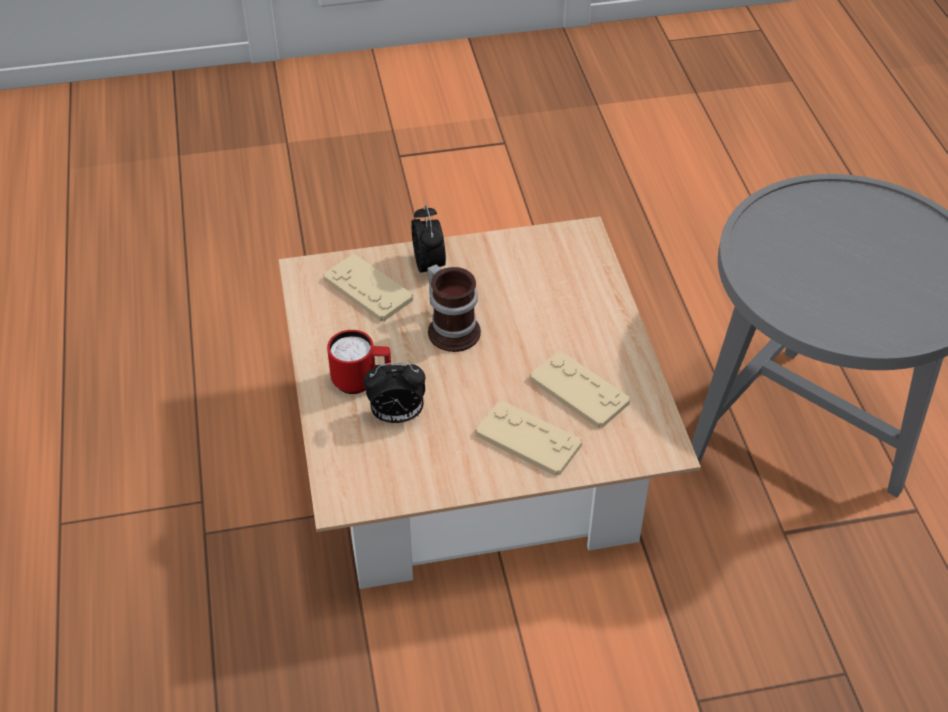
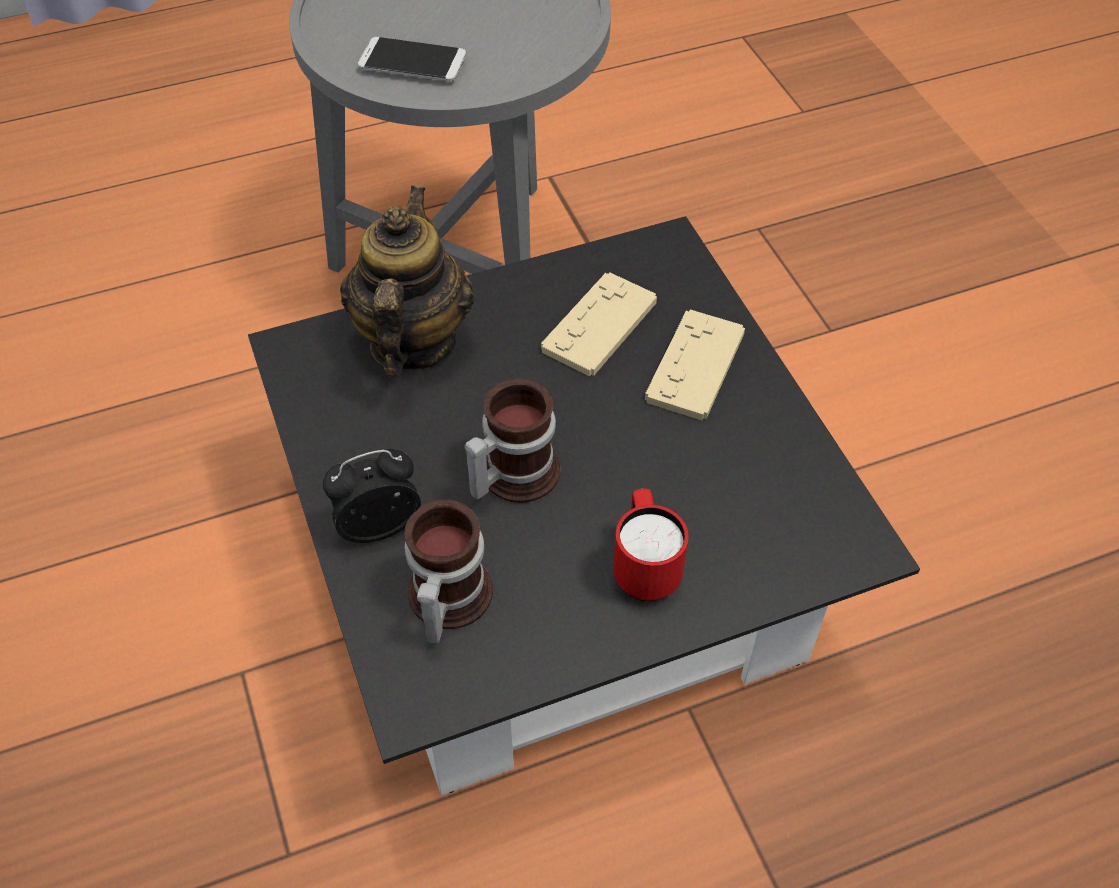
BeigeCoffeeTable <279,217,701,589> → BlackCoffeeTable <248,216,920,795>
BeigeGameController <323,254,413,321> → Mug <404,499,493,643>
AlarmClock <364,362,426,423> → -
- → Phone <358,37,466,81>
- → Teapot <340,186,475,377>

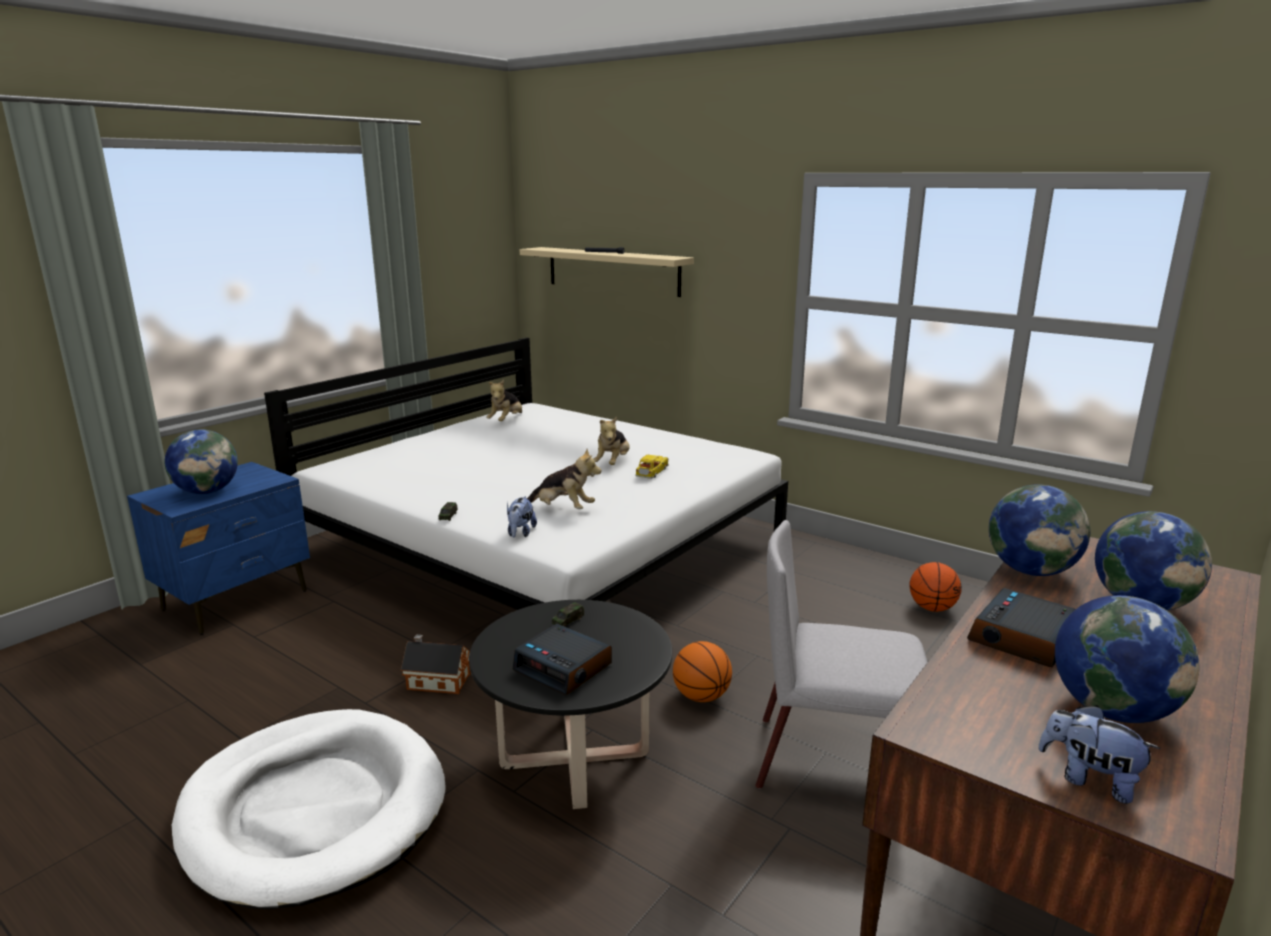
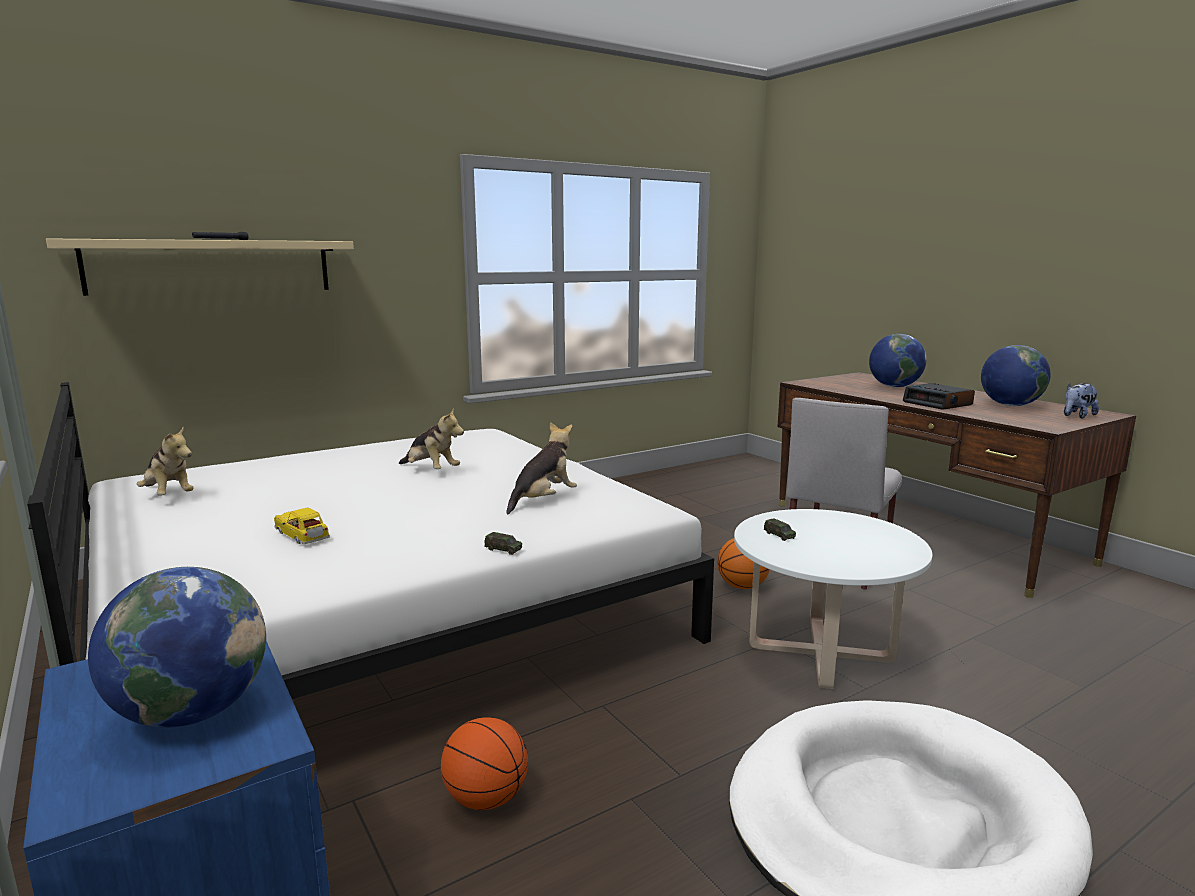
ToyCar <635,455,669,479> → ToyCar <274,508,330,544>, shifted
Globe <989,484,1090,576> → -
PlushToy <507,496,537,538> → -
Basketball <909,562,962,612> → Basketball <441,718,528,810>, shifted
BlackCoffeeTable <469,600,672,809> → WhiteCoffeeTable <734,509,932,689>
AlarmClock <513,624,612,696> → -
ToyHouse <401,635,471,694> → -

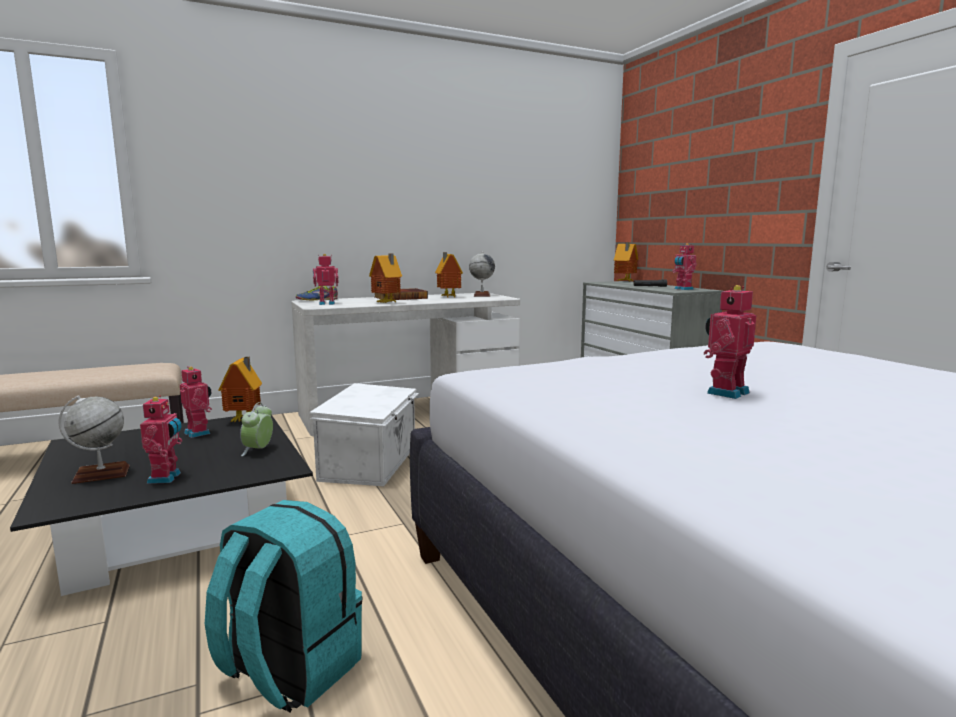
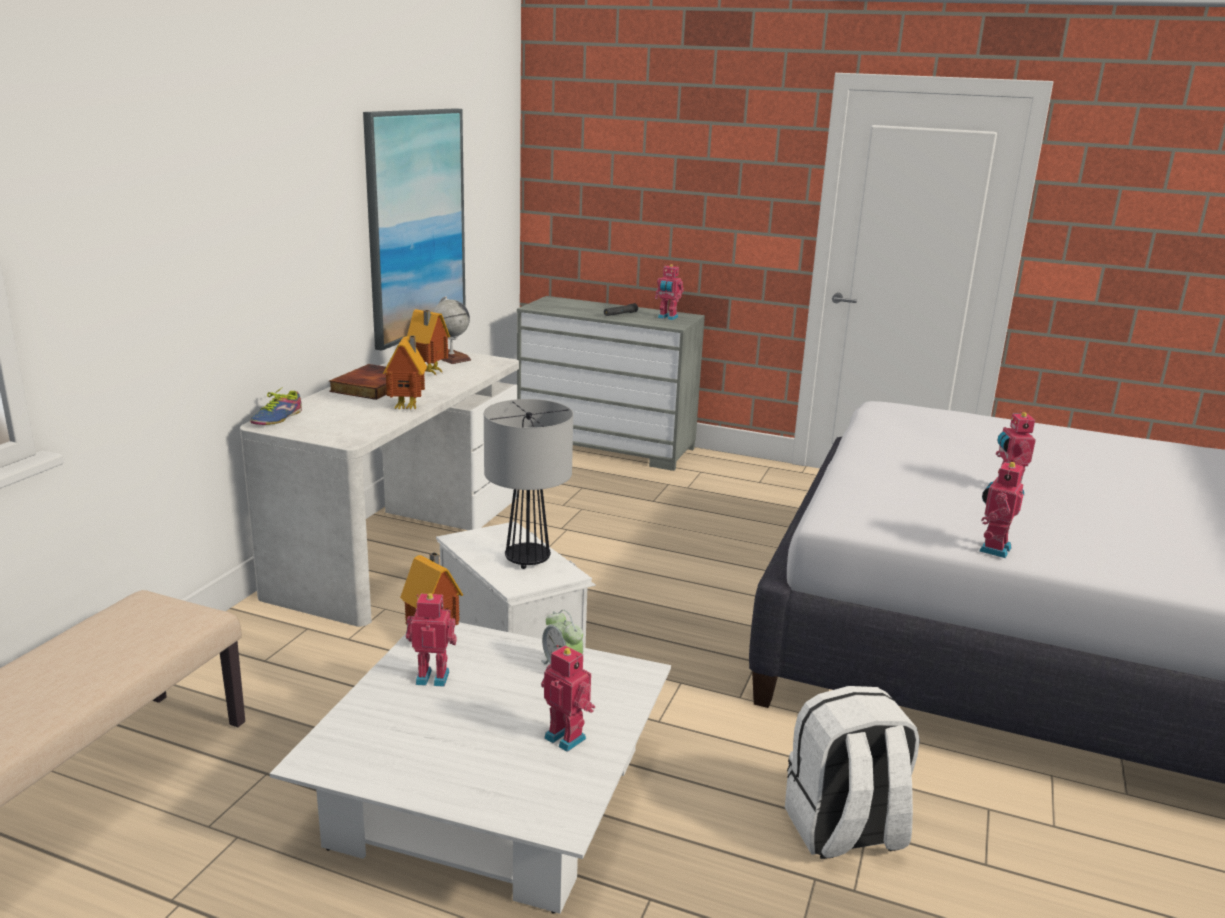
ToyHouse <614,242,638,282> → -
ToyRobot <313,254,339,305> → ToyRobot <980,460,1024,558>, shifted
Globe <58,395,130,484> → -
BlackCoffeeTable <10,415,313,596> → WhiteCoffeeTable <270,622,671,914>
TurquoiseBackpack <205,500,363,713> → WhiteBackpack <785,686,920,859>
- → Picture <363,108,466,351>
- → TableLamp <484,399,573,569>

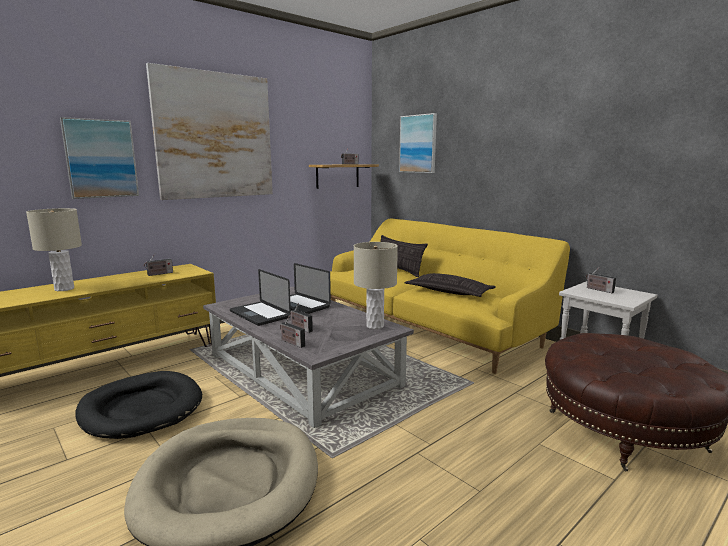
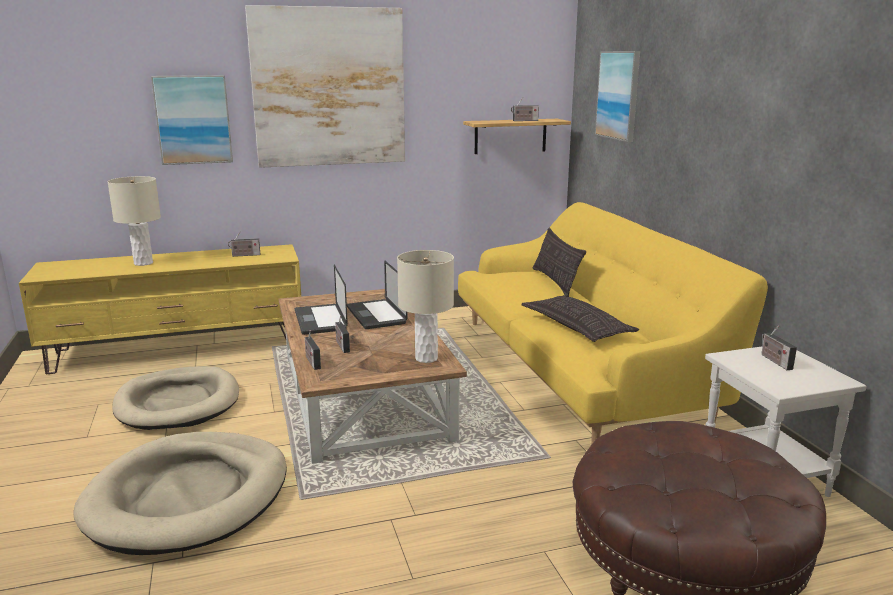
GreyCoffeeTable <203,287,414,428> → BrownCoffeeTable <279,289,467,464>
BlackDogBed <75,371,202,439> → BeigeDogBed <112,366,239,430>

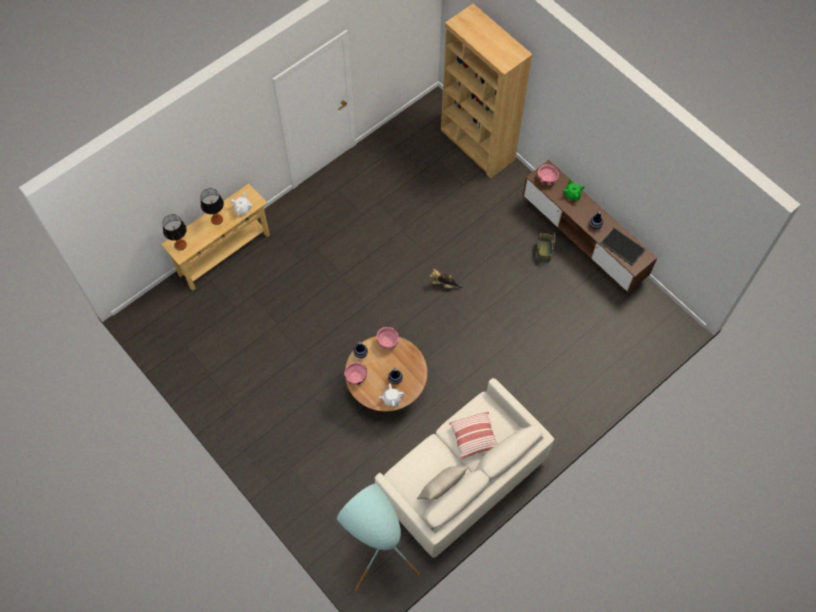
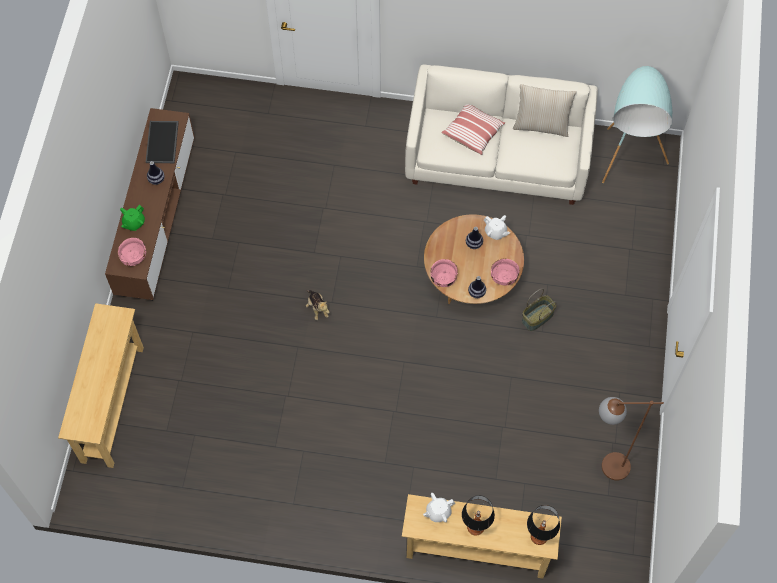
BrownBookcase <441,4,532,178> → BeigeConsoleTable <58,303,144,468>
Basket <537,232,555,263> → Basket <522,288,556,331>, shifted
- → BrownFloorLamp <599,397,664,481>

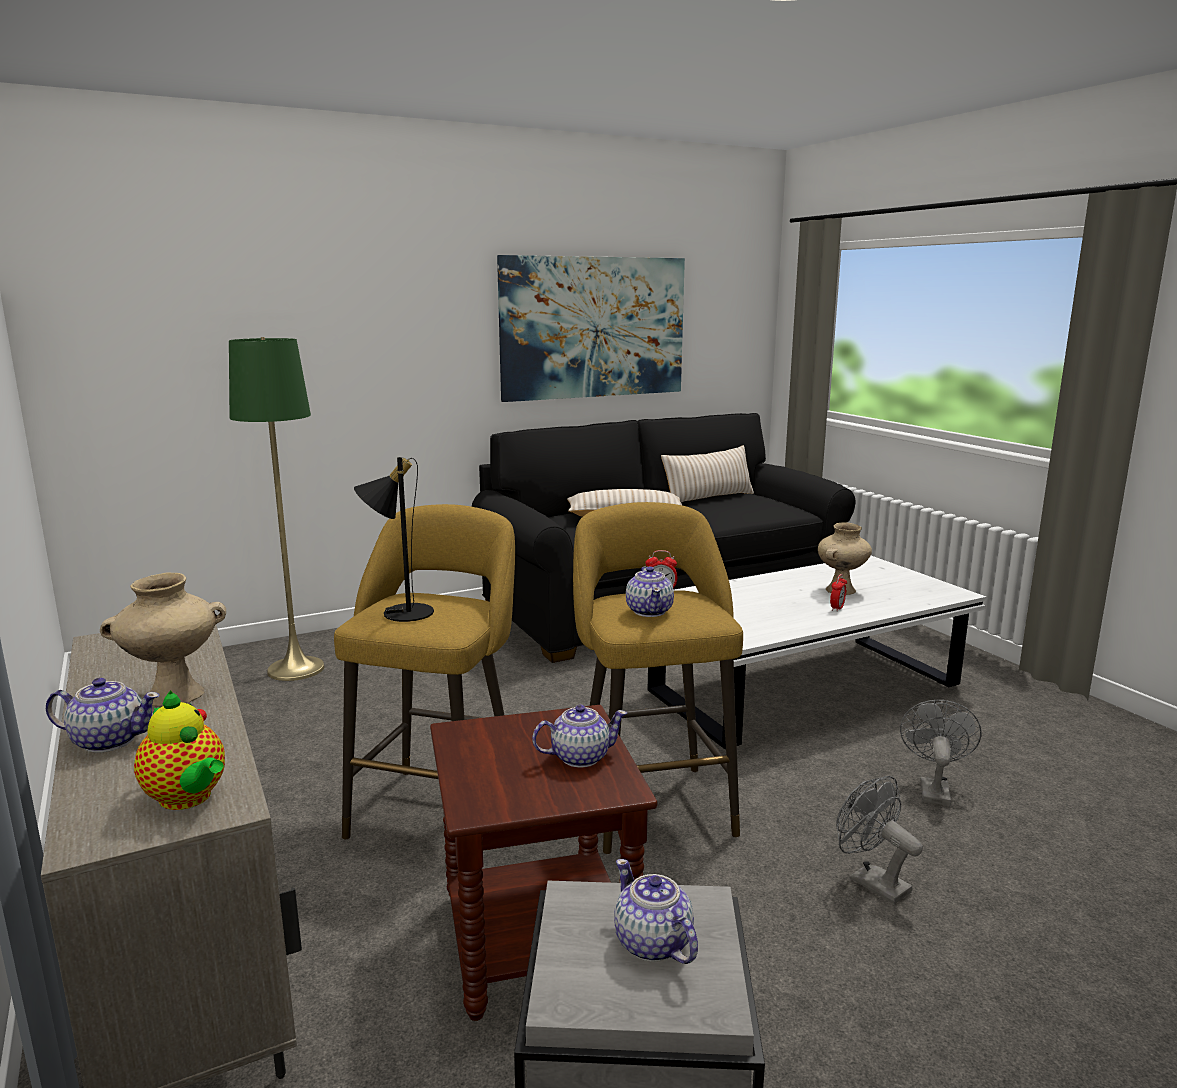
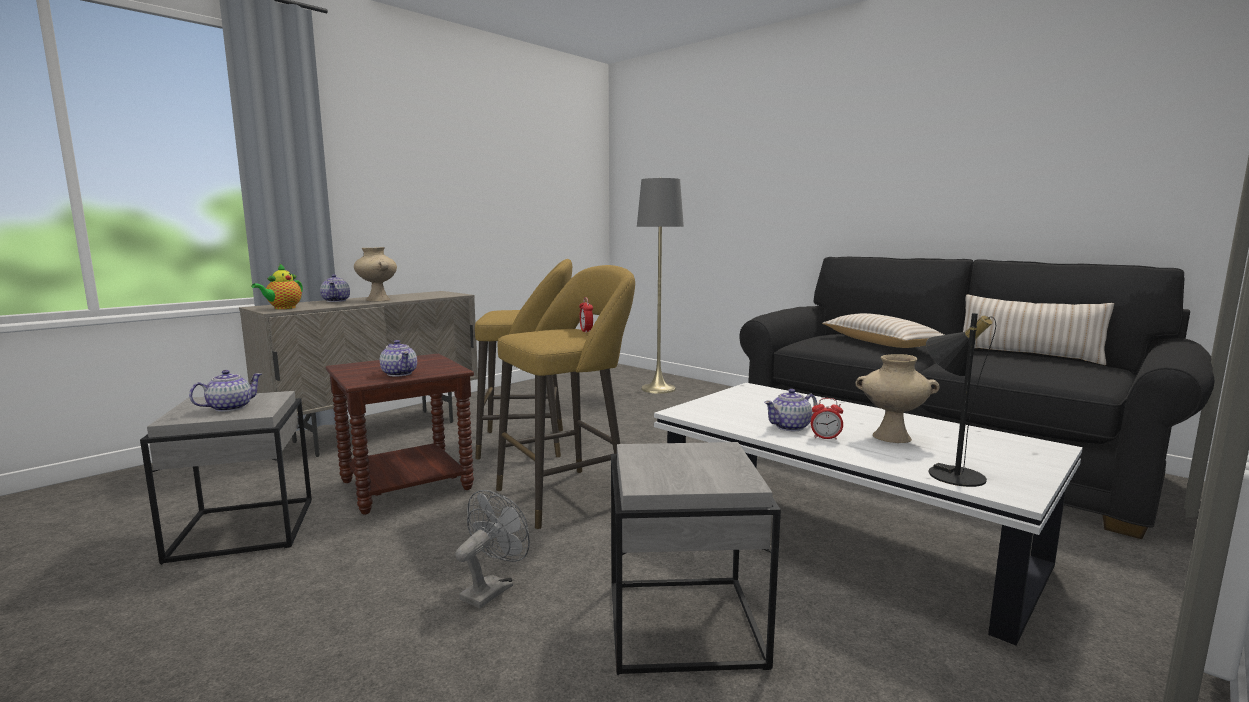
Picture <497,255,685,402> → -
GreenFloorLamp <229,337,325,681> → GreyFloorLamp <637,178,684,394>
BlackTableLamp <354,457,434,622> → BlackTableLamp <926,313,996,487>, shifted
Teapot <626,566,674,617> → Teapot <764,389,817,431>, shifted
GreyFan <900,700,982,806> → GreySideTable <611,442,781,675>

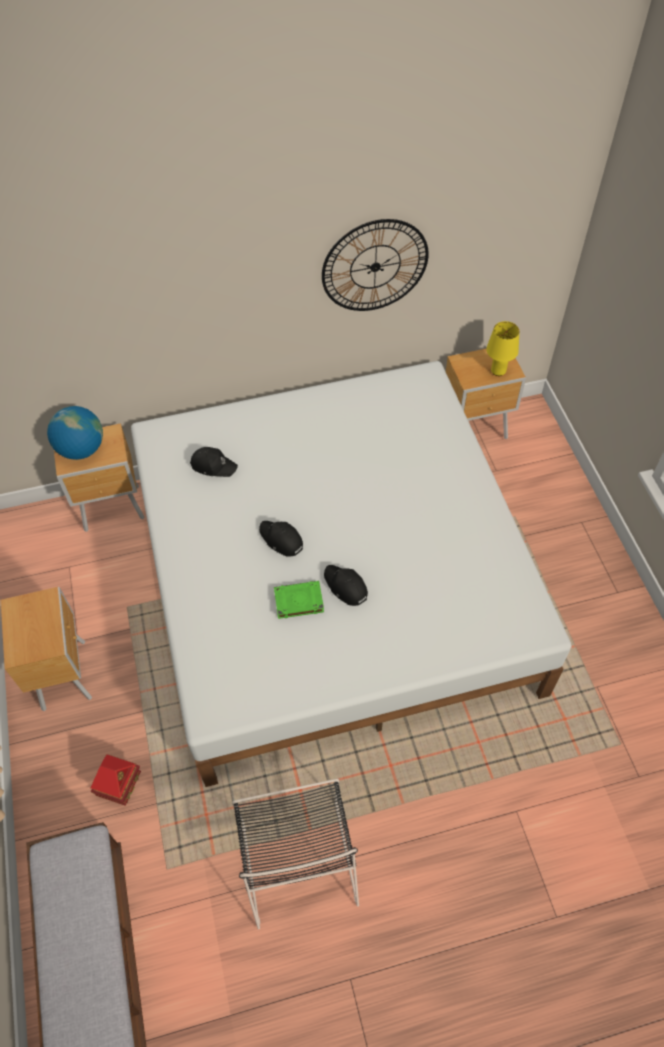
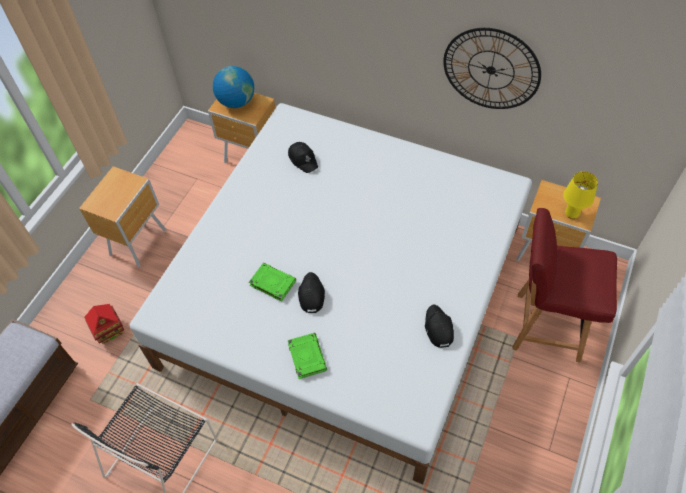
BlackCap <259,521,303,557> → BlackCap <425,304,454,348>, shifted
- → RedChair <512,208,617,363>
- → GreenBook <288,333,327,379>

